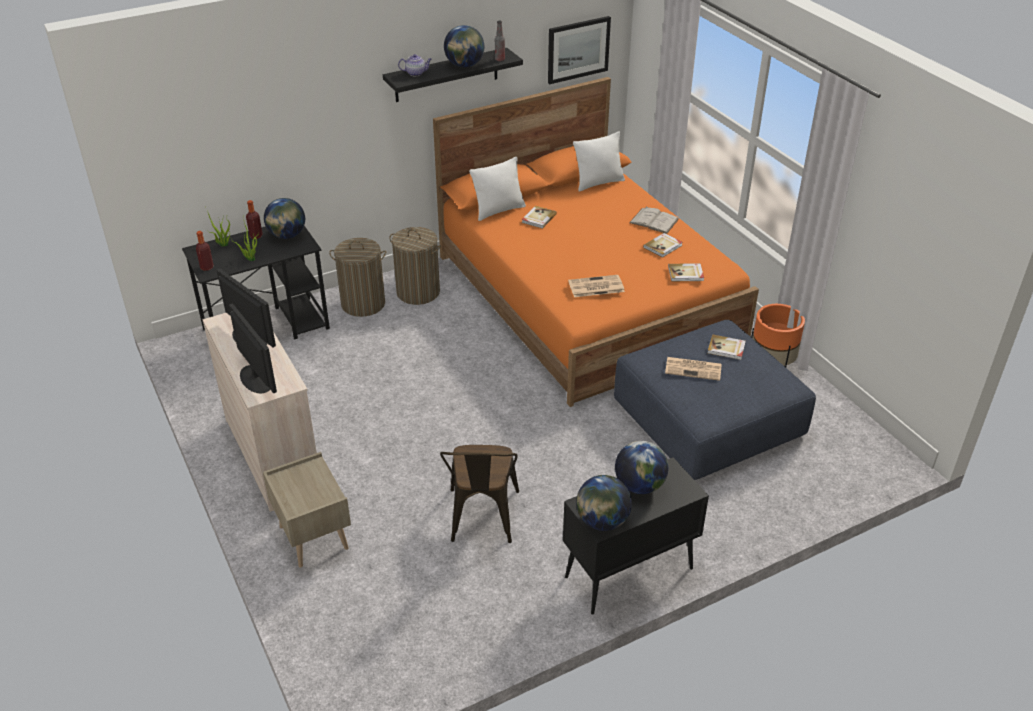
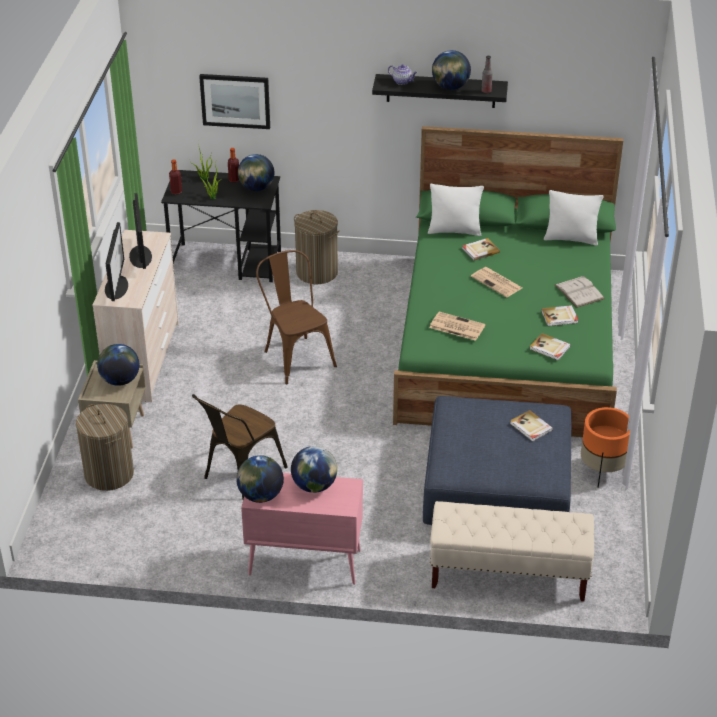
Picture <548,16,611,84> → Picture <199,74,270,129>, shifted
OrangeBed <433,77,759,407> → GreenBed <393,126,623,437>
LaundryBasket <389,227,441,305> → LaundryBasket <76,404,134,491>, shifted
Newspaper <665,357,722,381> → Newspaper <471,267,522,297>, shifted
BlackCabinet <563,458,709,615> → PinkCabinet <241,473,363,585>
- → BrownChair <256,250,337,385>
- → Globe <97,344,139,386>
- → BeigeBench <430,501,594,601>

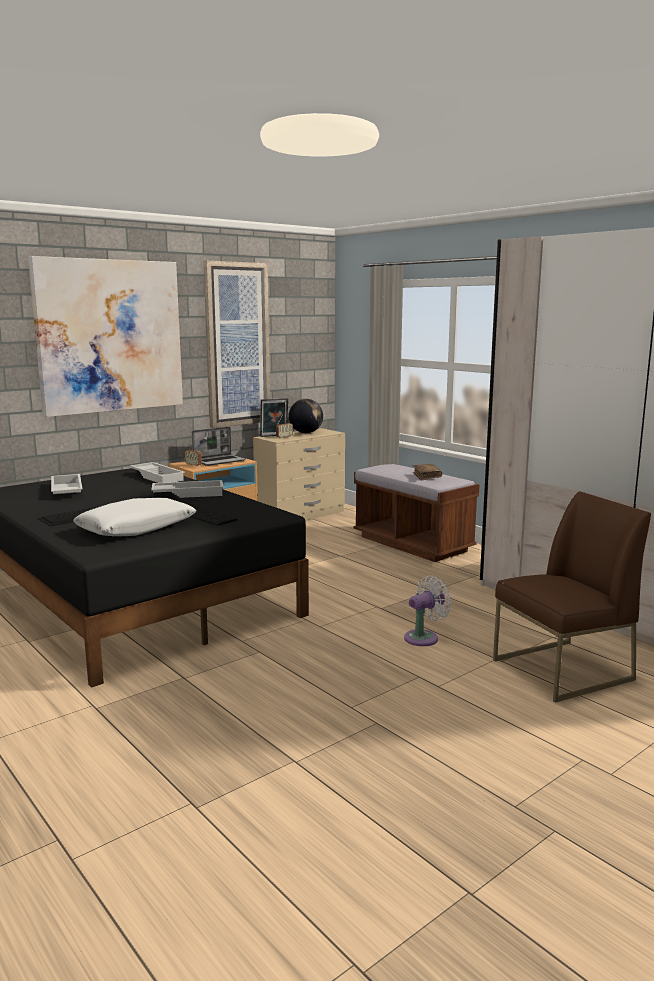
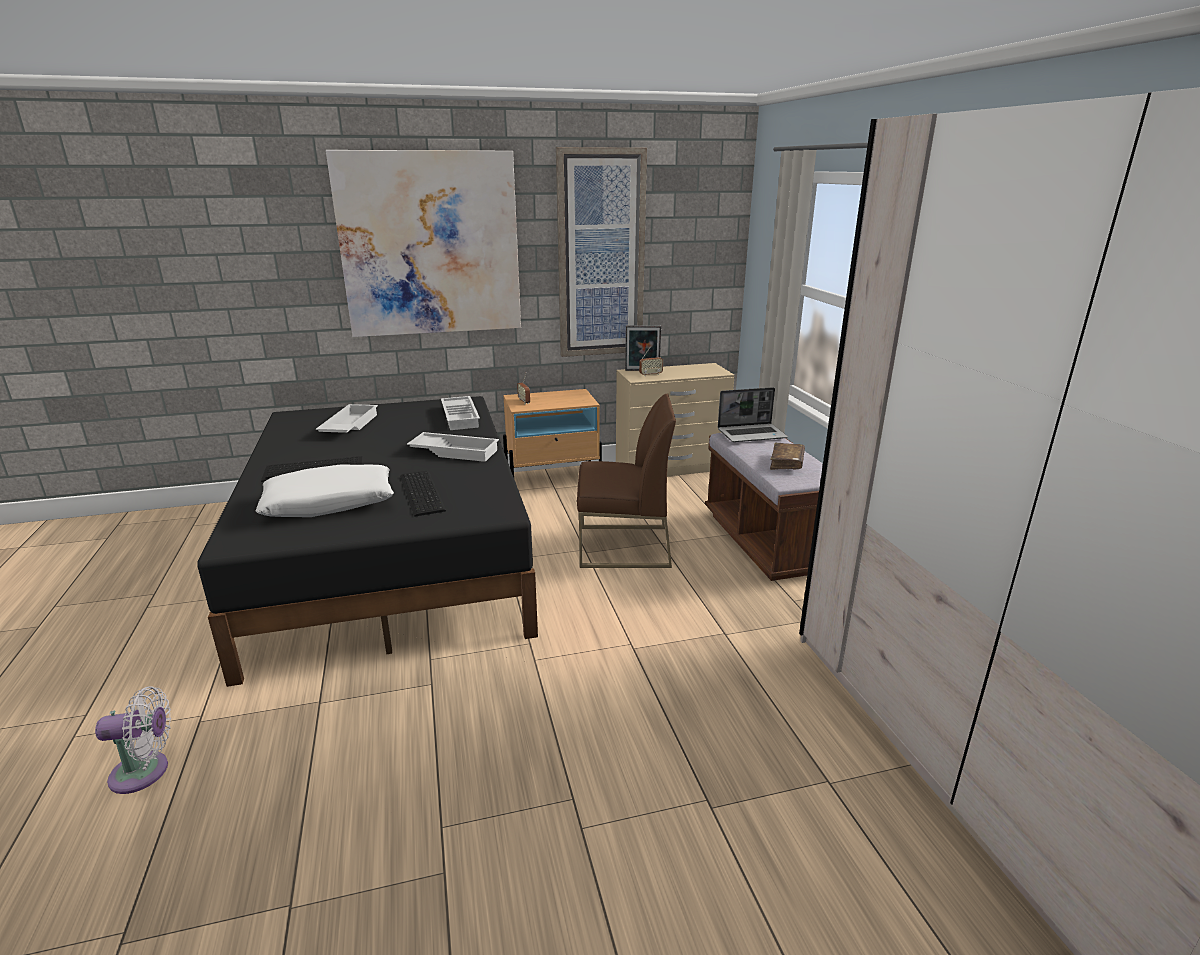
Globe <289,399,323,433> → -
Laptop <192,427,246,466> → Laptop <718,387,788,442>, shifted
BrownChair <493,491,651,703> → BrownChair <577,394,676,568>, shifted
WhiteFan <404,576,452,646> → WhiteFan <95,686,171,794>, shifted

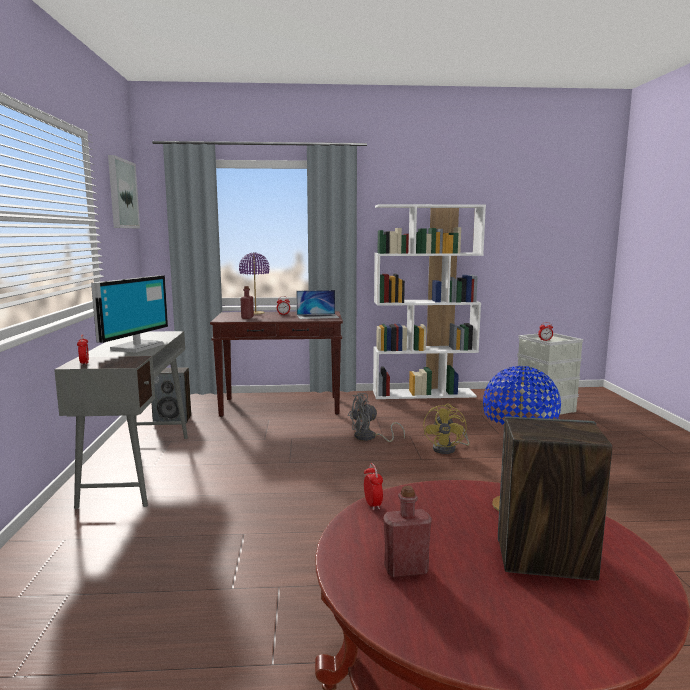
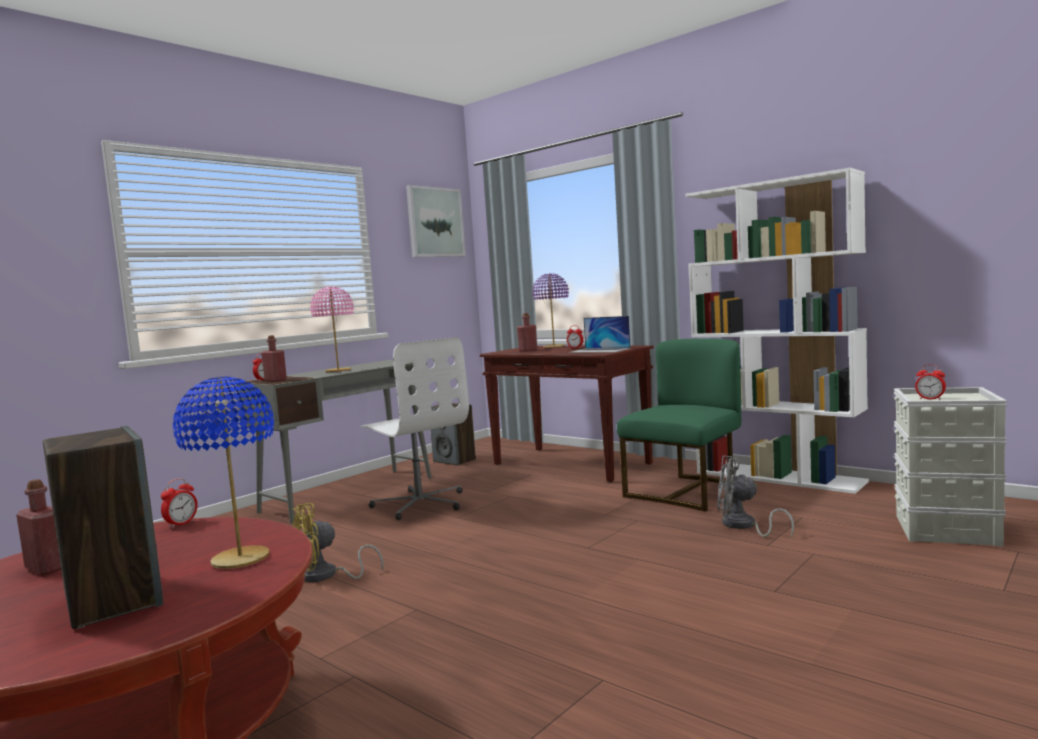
Monitor <91,275,168,353> → PinkTableLamp <310,286,354,372>
GreyFan <348,393,405,442> → GreyFan <718,456,794,538>, shifted
YellowFan <423,403,469,454> → YellowFan <292,503,383,582>, shifted
- → RedBottle <261,335,287,382>
- → WhiteOfficeChair <360,337,469,520>
- → GreenChair <617,338,741,512>

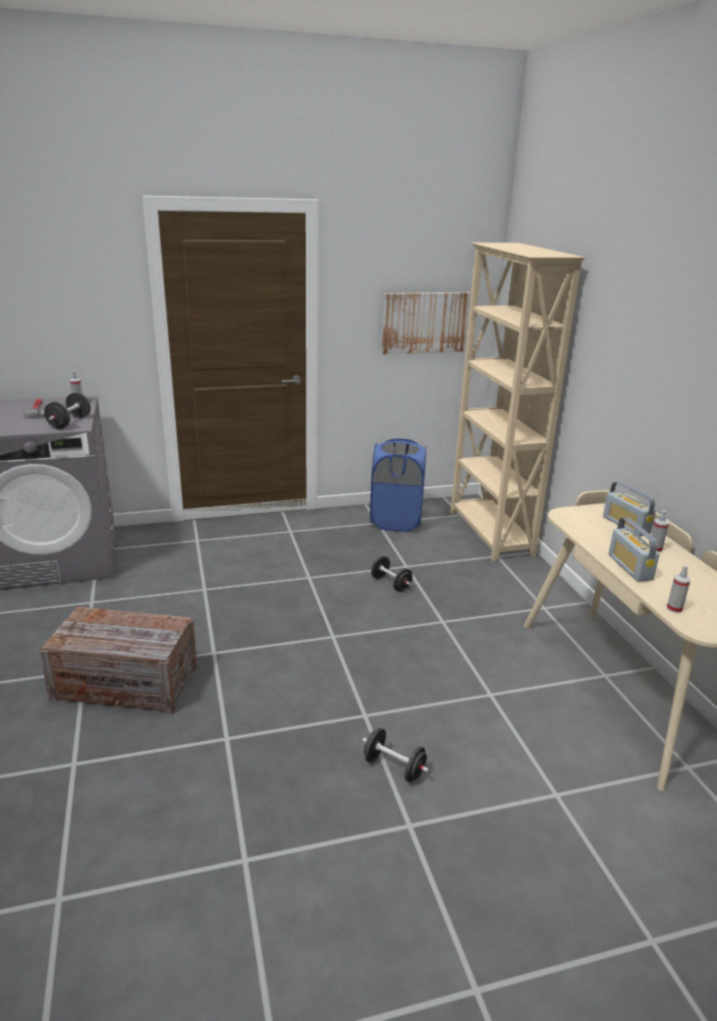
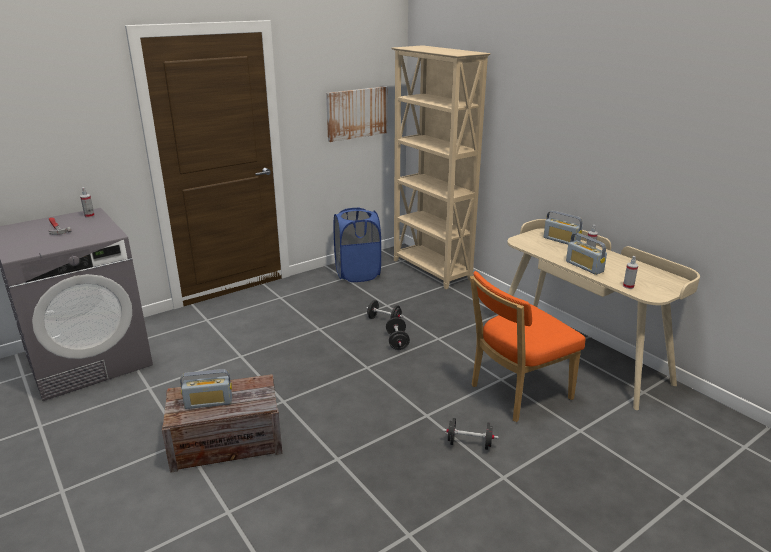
BlackDumbbell <44,392,91,429> → BlackDumbbell <386,317,410,350>, shifted
- → OrangeChair <470,271,585,422>
- → Radio <180,369,232,409>

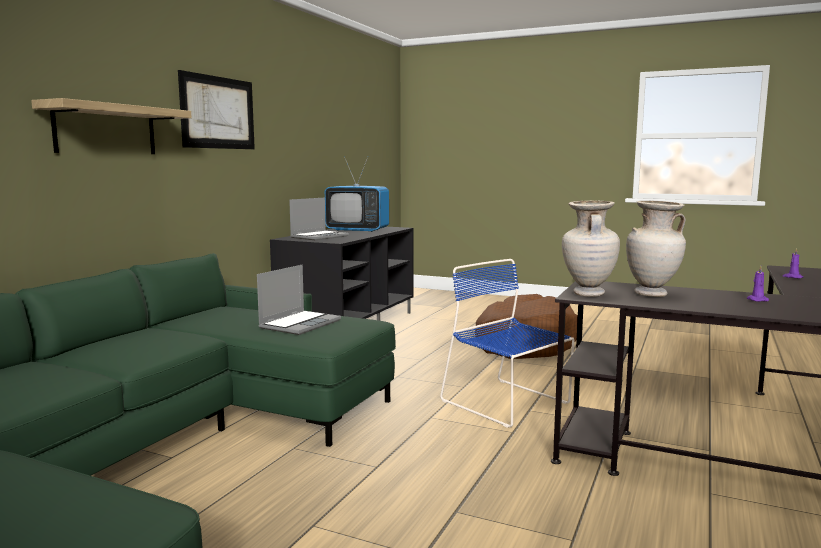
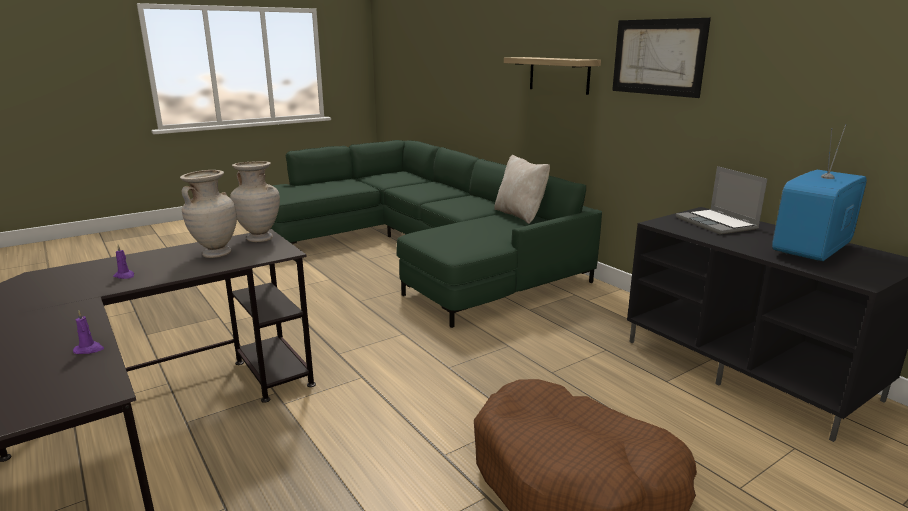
BlueChair <440,259,575,428> → -
Laptop <257,265,341,335> → -
- → BeigePillow <494,155,550,224>

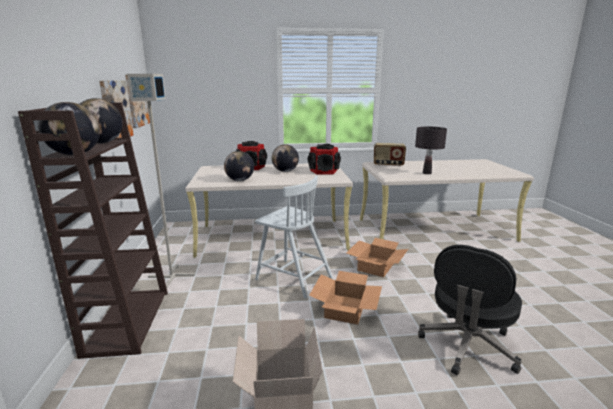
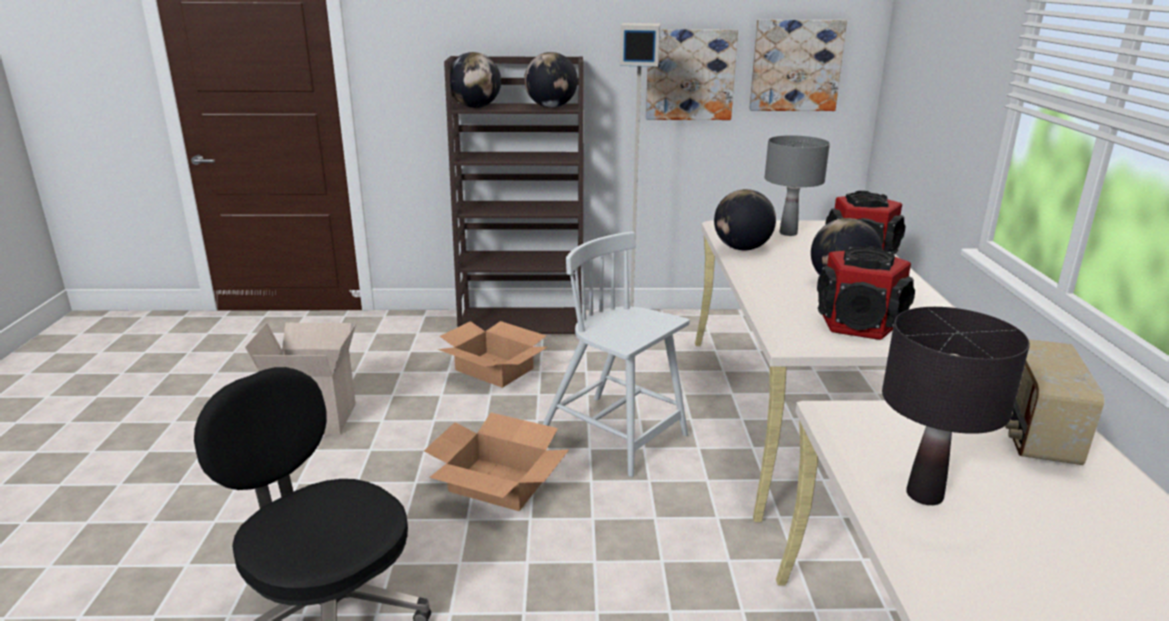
WhiteChair <255,175,332,299> → WhiteChair <542,232,690,477>, 90 degrees clockwise
CardboardBox <346,238,408,277> → CardboardBox <438,321,548,388>, shifted
- → GreyTableLamp <765,135,830,236>

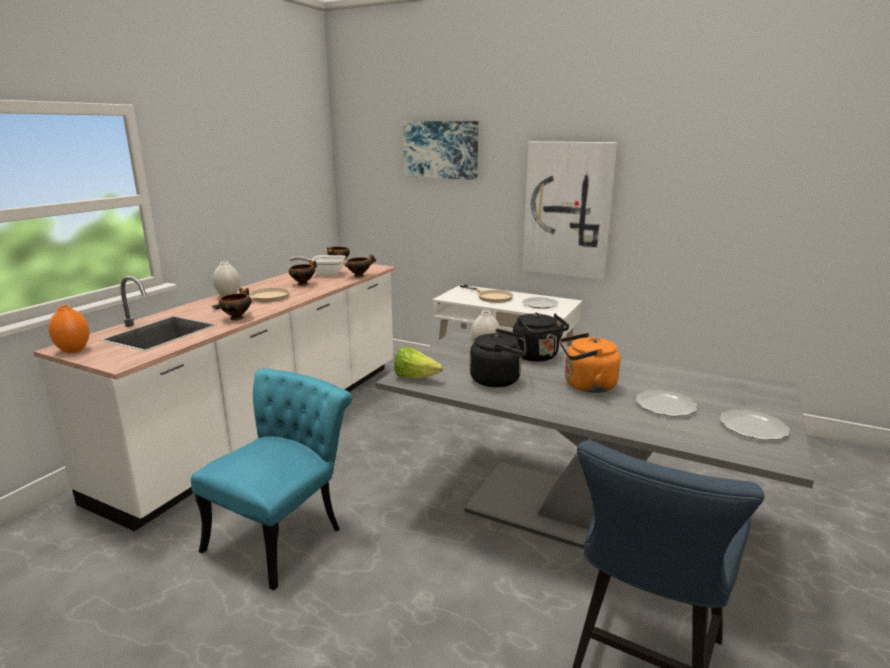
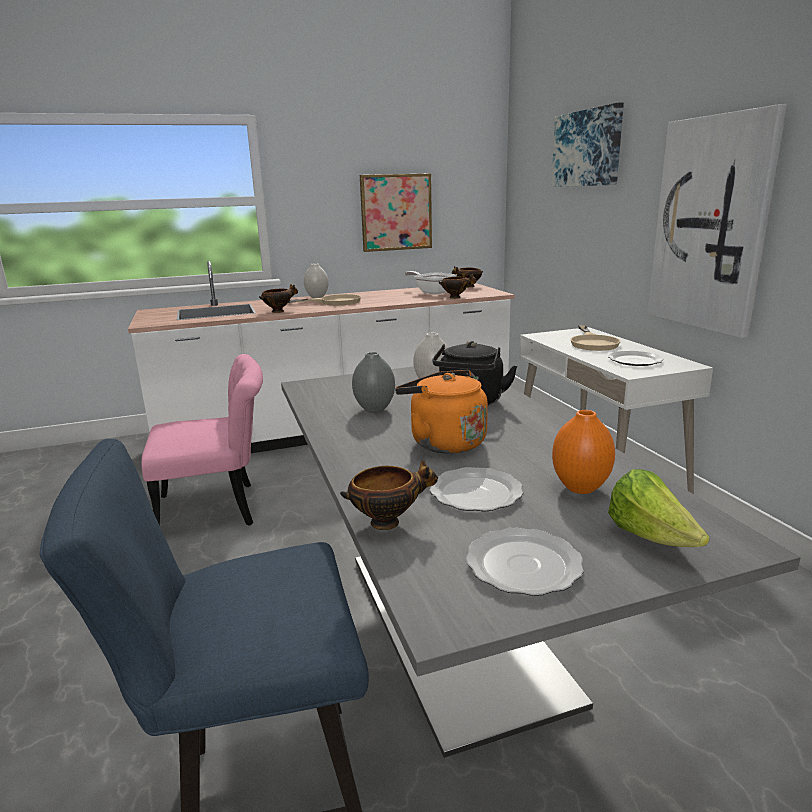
Bowl <289,260,317,286> → Bowl <340,460,438,530>, shifted
OrangeVase <48,305,90,353> → OrangeVase <552,410,615,494>, shifted
BlackKettle <470,329,526,387> → GreyVase <352,352,395,413>
Lettuce <394,347,444,378> → Lettuce <608,469,710,547>, shifted
TurquoiseChair <191,368,353,591> → PinkChair <141,354,263,526>
- → Picture <360,173,432,252>

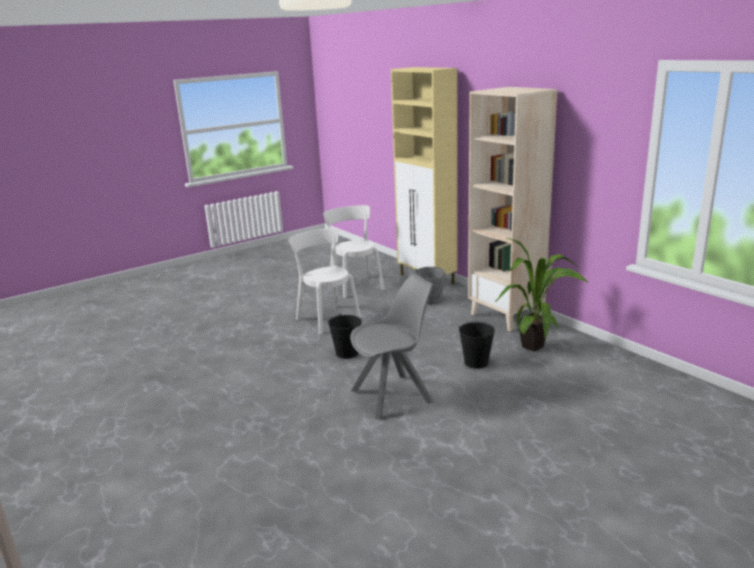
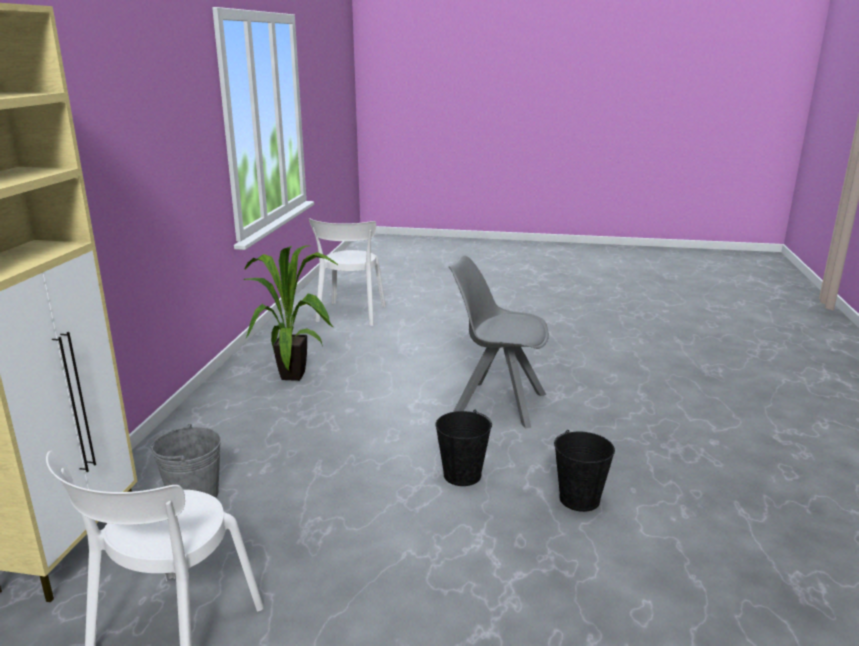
BeigeBookcase <468,87,558,332> → -
WhiteChair <289,228,362,334> → WhiteChair <309,218,386,326>, shifted
BlackBucket <459,322,495,369> → BlackBucket <554,430,615,512>, shifted

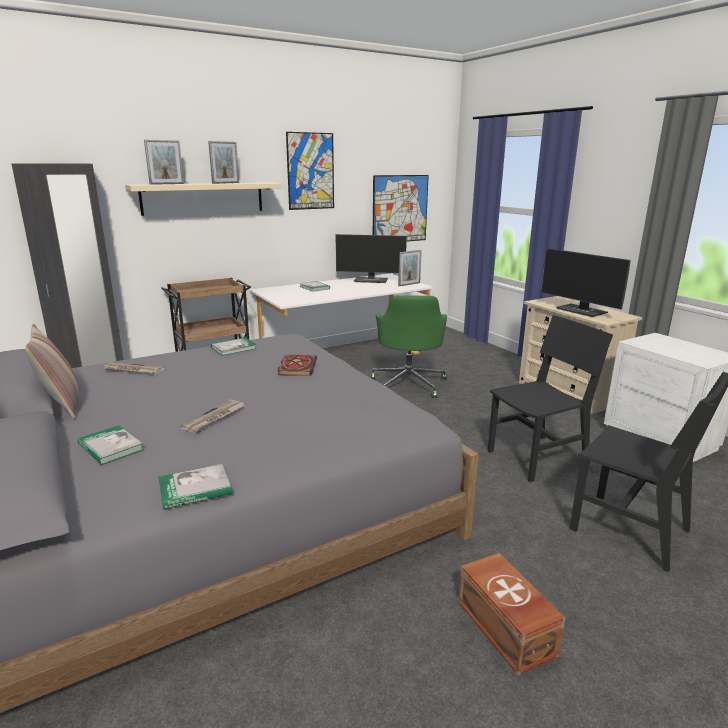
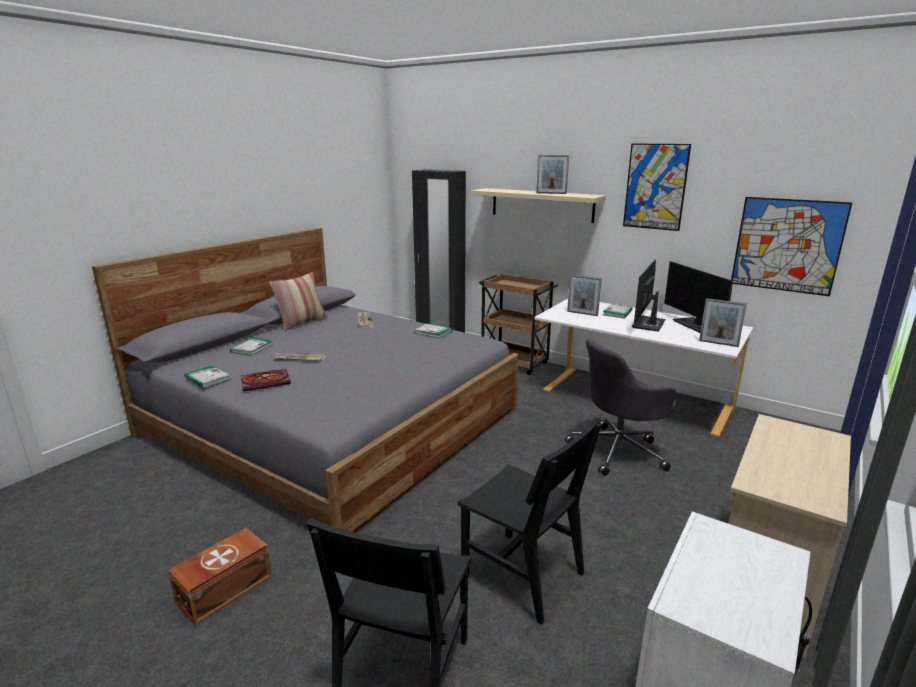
PictureFrame <144,140,184,185> → PictureFrame <567,275,602,316>, shifted
Monitor <541,248,631,317> → Monitor <632,260,665,332>, shifted
GreenOfficeChair <370,295,447,398> → GreyOfficeChair <565,339,676,476>
Book <277,355,317,376> → Book <241,369,291,392>, shifted

